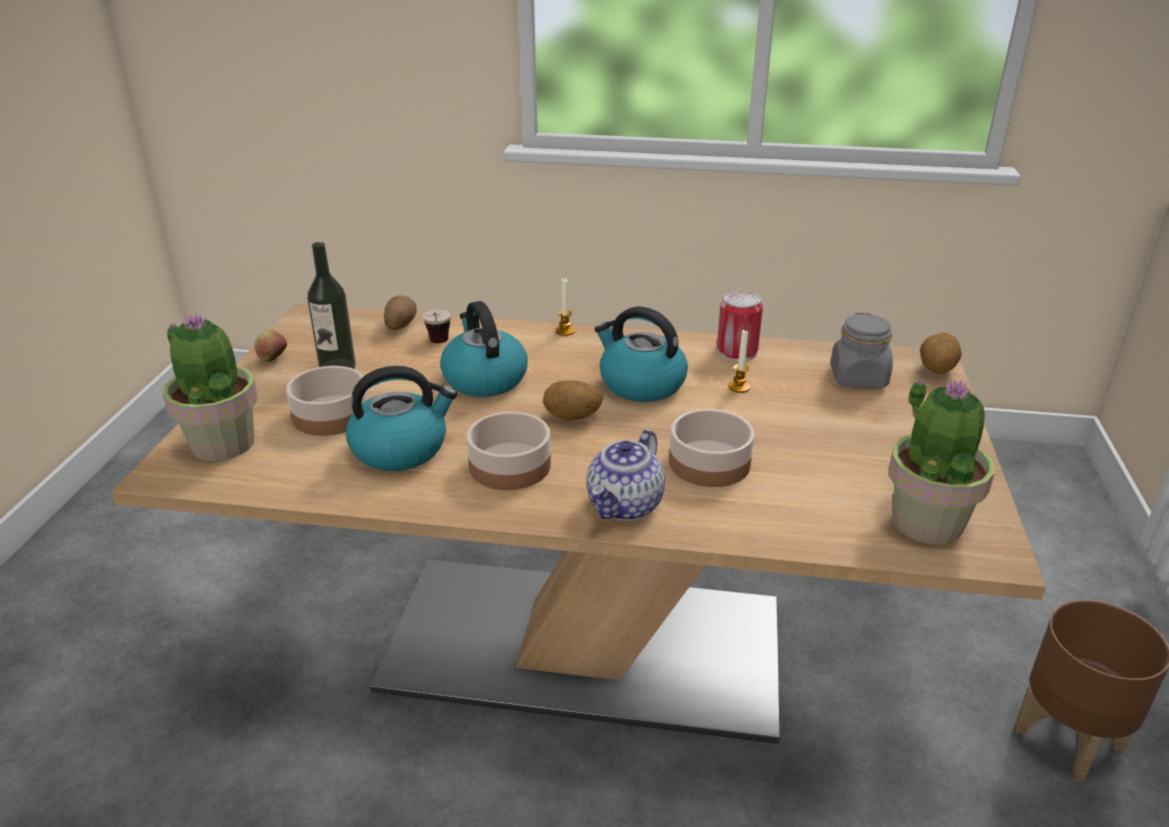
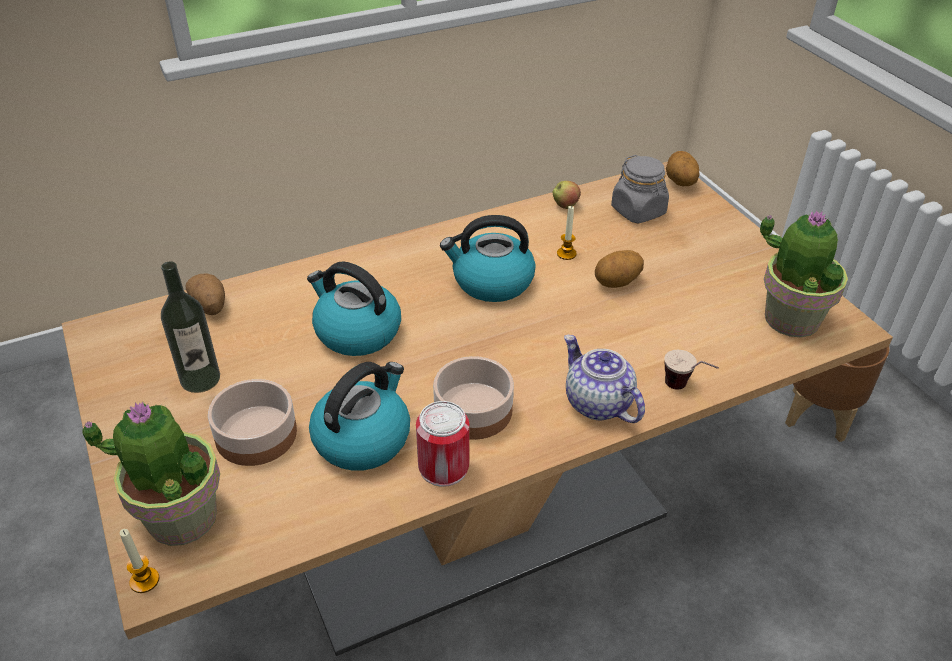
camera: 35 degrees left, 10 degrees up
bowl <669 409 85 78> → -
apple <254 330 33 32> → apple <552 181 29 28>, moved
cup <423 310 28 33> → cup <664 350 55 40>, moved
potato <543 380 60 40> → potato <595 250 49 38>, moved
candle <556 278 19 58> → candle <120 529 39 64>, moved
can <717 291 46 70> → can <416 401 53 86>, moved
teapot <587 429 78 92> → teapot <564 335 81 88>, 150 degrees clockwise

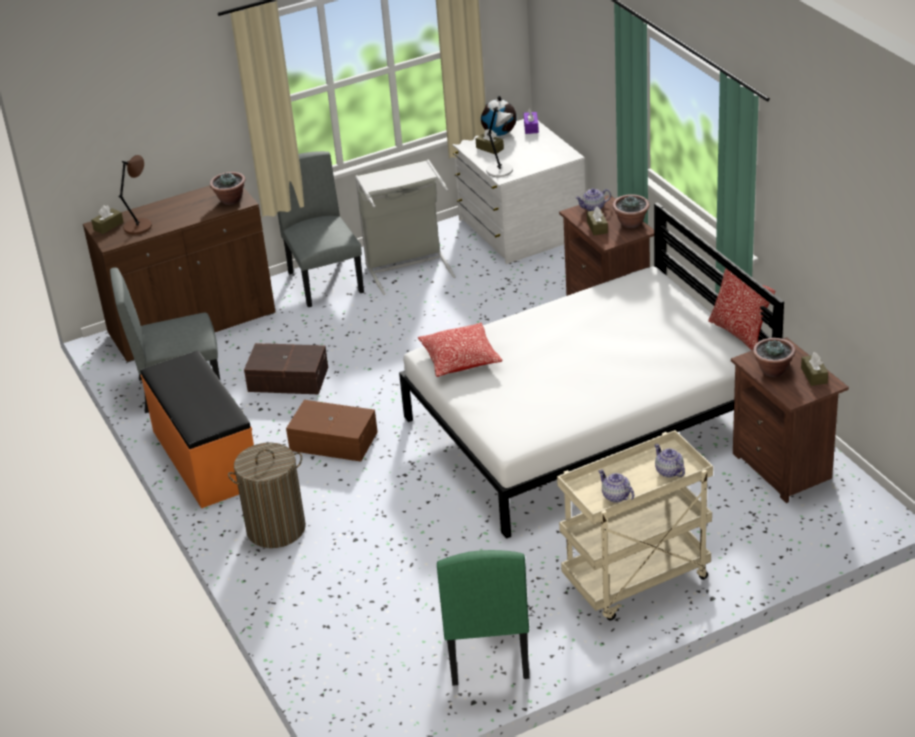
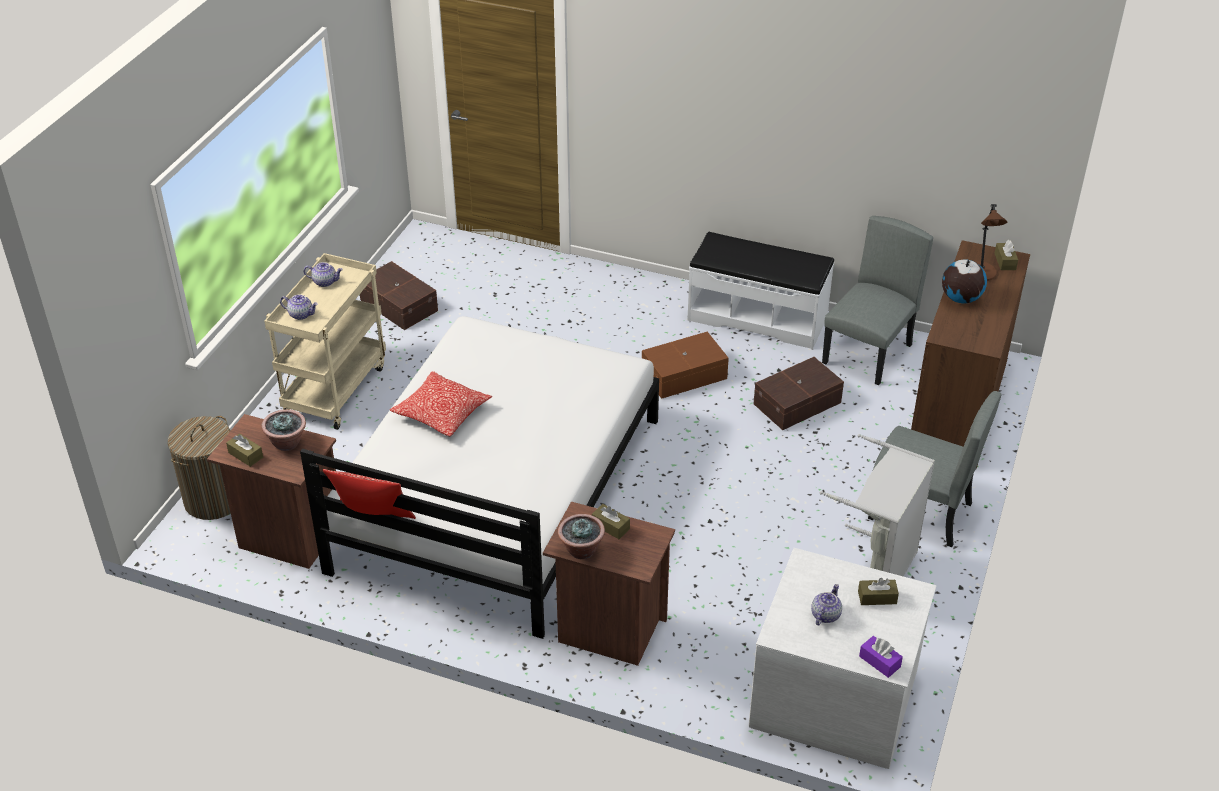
camera: 135 degrees right, 5 degrees up
potted plant <210 172 35 33> → -
table lamp (grey) <486 107 27 70> → -
laundry basket <228 443 78 105> → laundry basket <168 416 63 104>, moved
pillow <418 323 85 54> → pillow <390 371 102 66>, moved
globe <481 96 36 40> → globe <942 259 45 45>, moved
teapot <576 188 35 23> → teapot <811 584 31 41>, moved
chair (green) <437 550 92 136> → storage box (brown) <360 261 78 69>
bench (orange) <141 351 113 157> → bench (white) <687 232 147 117>

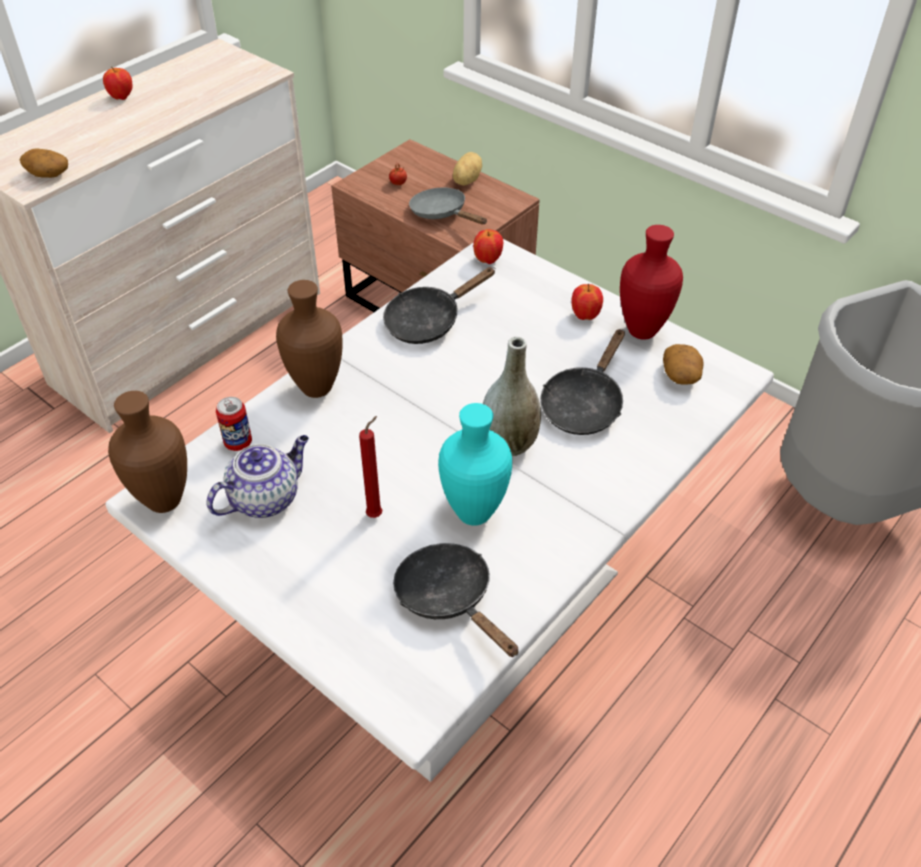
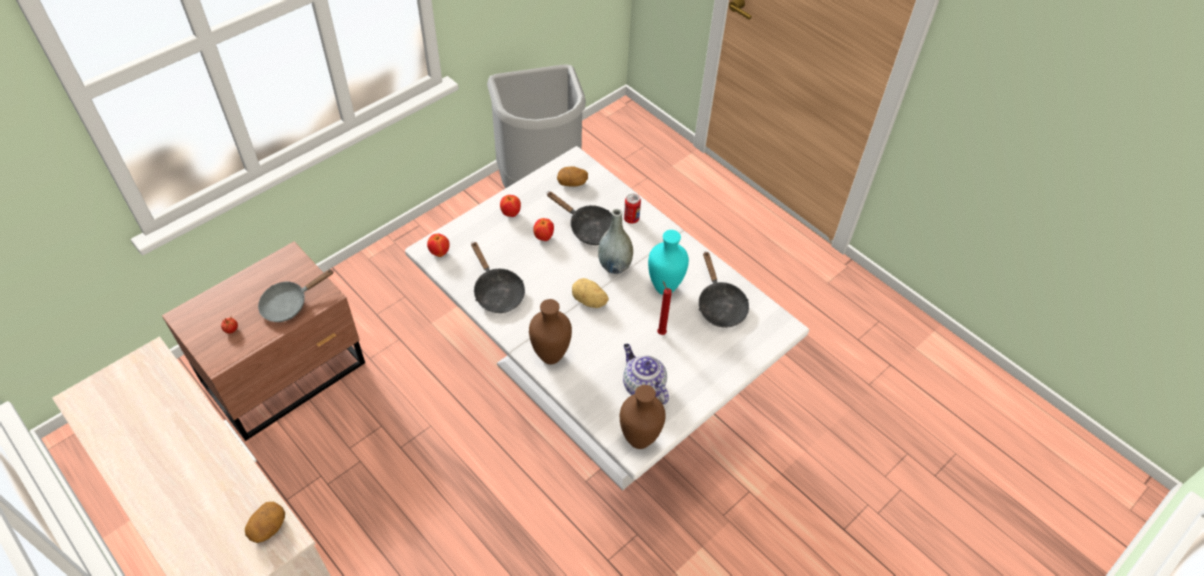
camera: 85 degrees left, 5 degrees up
vase (red) <620 225 63 114> → -
apple <103 66 29 34> → apple <533 218 21 23>, moved
can <216 397 36 54> → can <624 194 17 30>, moved
potato <453 152 29 34> → potato <572 278 37 30>, moved
frying pan (black) <393 543 126 114> → frying pan (black) <699 251 50 77>, 75 degrees counterclockwise

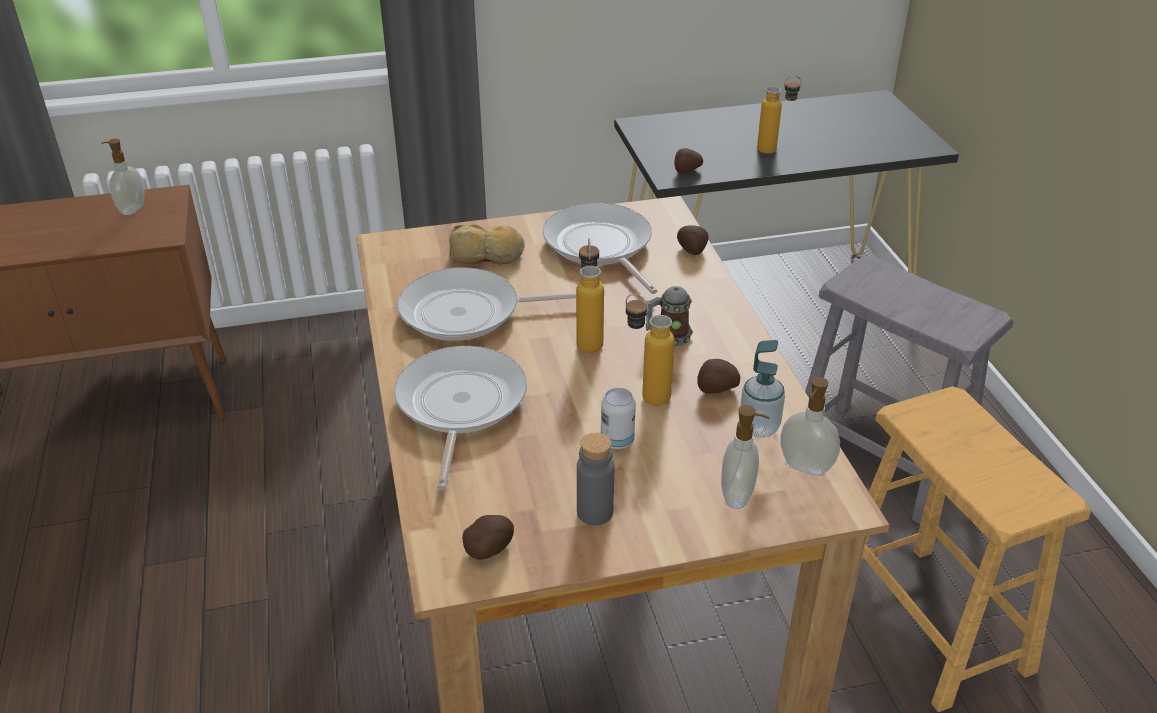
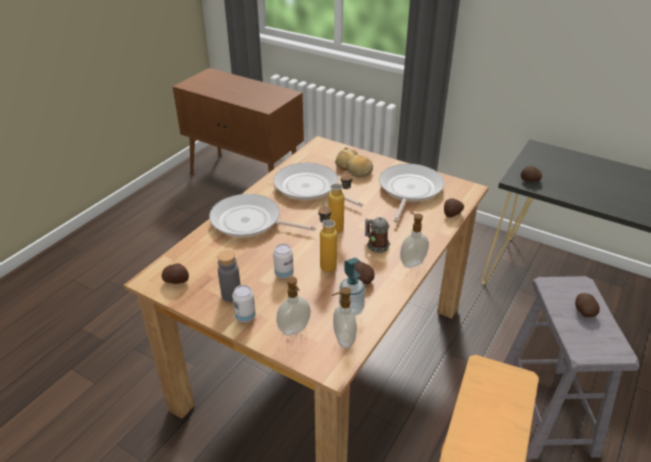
camera: 45 degrees right, 0 degrees up
bottle <757 76 45 78> → -
- → can <232 285 24 37>
- → potato <575 293 25 24>
soap dispenser <101 139 43 76> → soap dispenser <400 212 29 56>, moved
frying pan <394 346 133 144> → frying pan <209 194 107 43>, 120 degrees counterclockwise

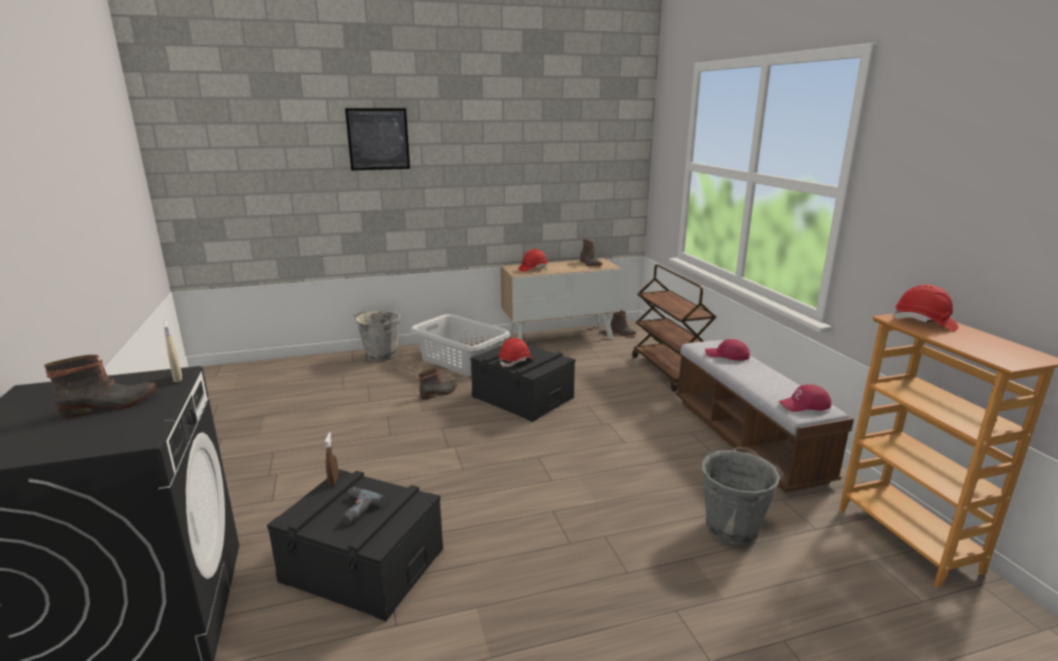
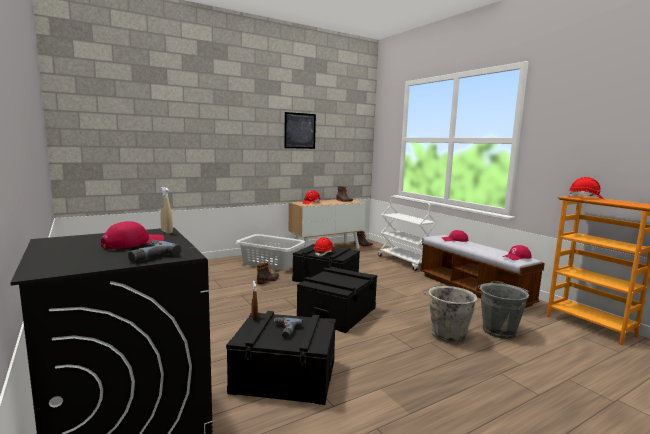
camera: 15 degrees left, 10 degrees down
- → power drill <128 240 54 23>
- → storage box (black) <297 267 80 66>
picture <345 108 65 63> → picture <284 112 32 37>, moved
bucket (grey) <354 310 47 51> → bucket (grey) <423 285 54 59>, moved
boot <44 355 112 63> → cap (red) <101 221 63 29>
cart (brown) <632 264 84 127> → cart (white) <378 196 59 75>

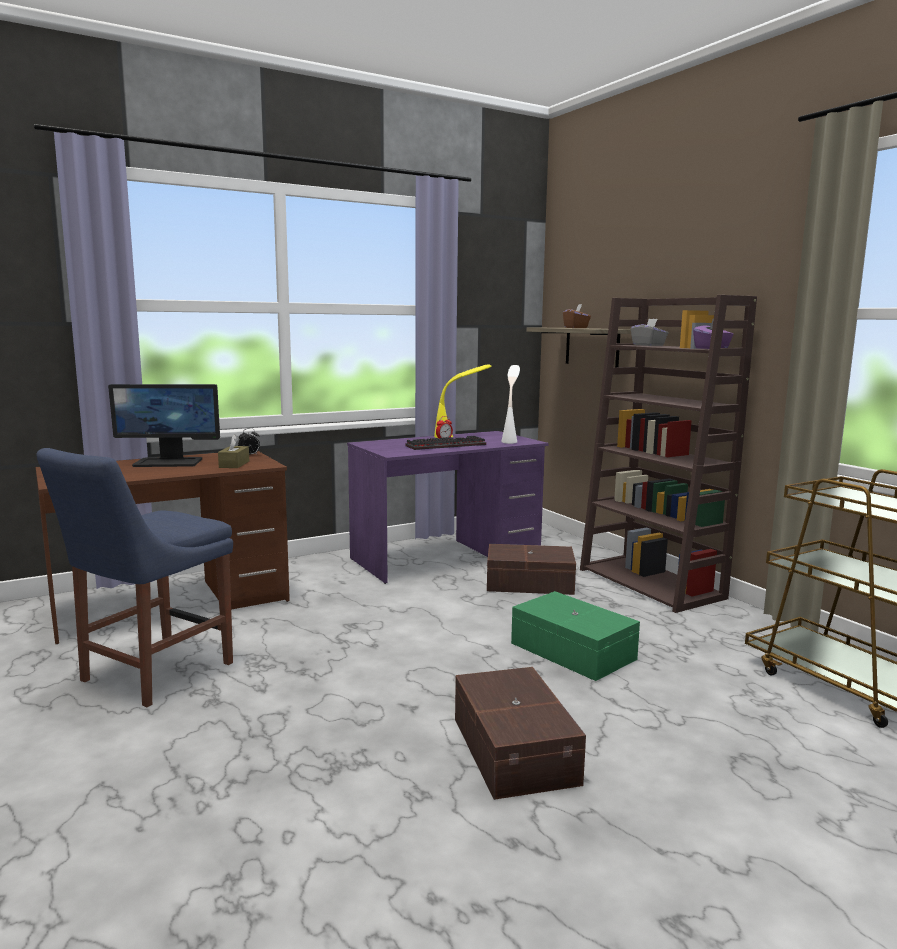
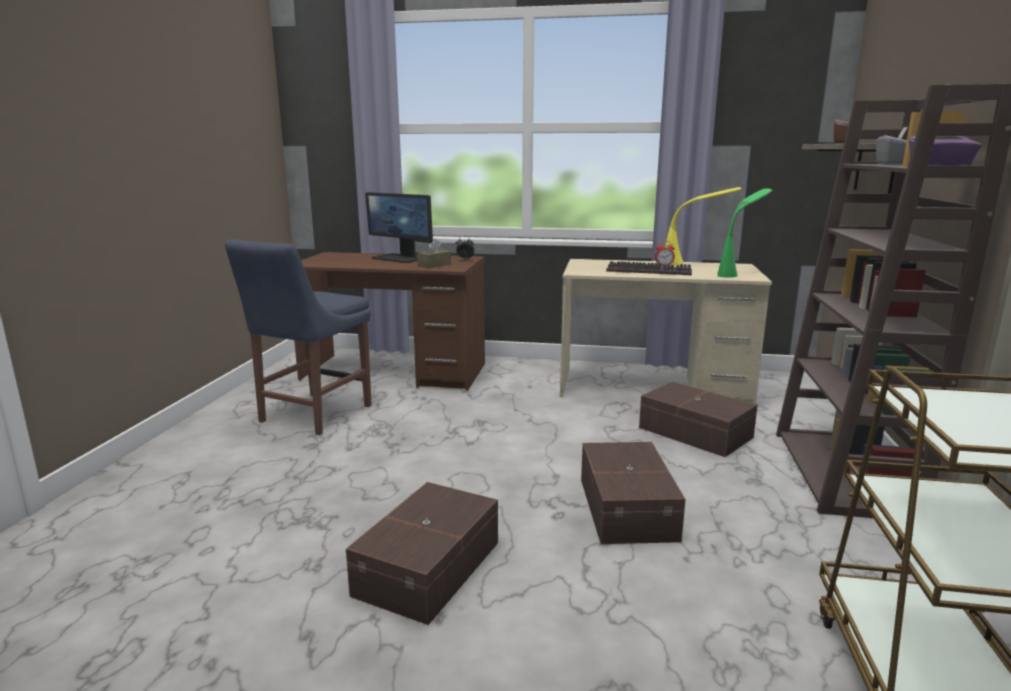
camera: 40 degrees right, 5 degrees up
desk (purple) <347 431 202 153> → desk (beige) <560 259 212 145>
table lamp (white) <501 365 19 79> → table lamp (green) <717 188 56 90>
storage box (green) <511 591 129 90> → storage box (brown) <581 442 105 102>
chair (blue) <37 448 196 259> → chair (blue) <225 239 147 196>, 45 degrees counterclockwise

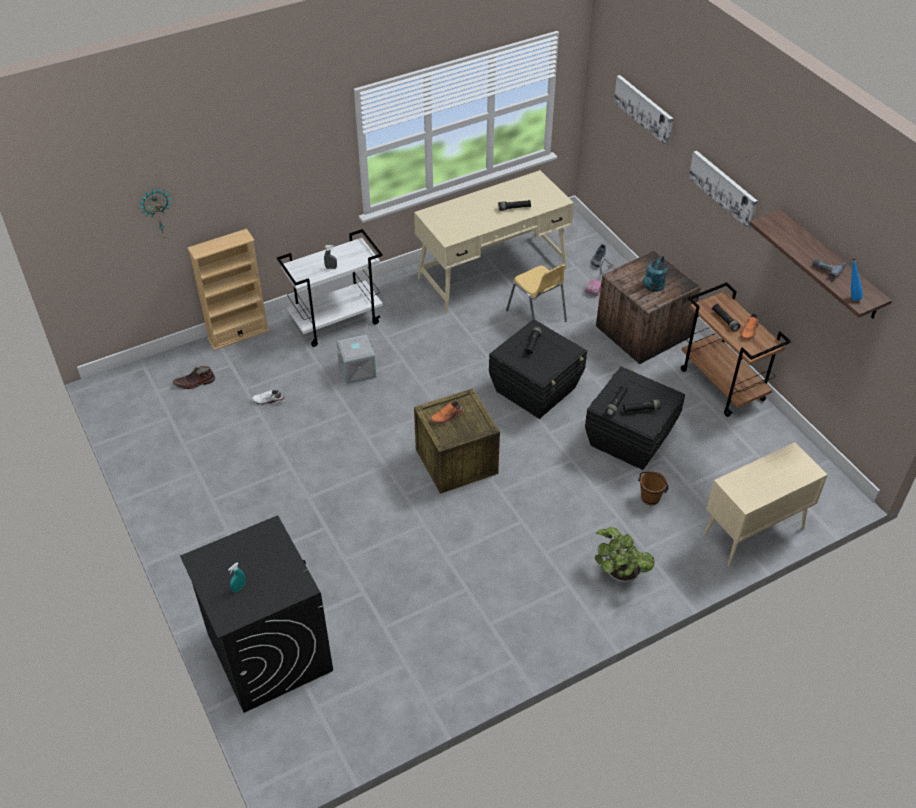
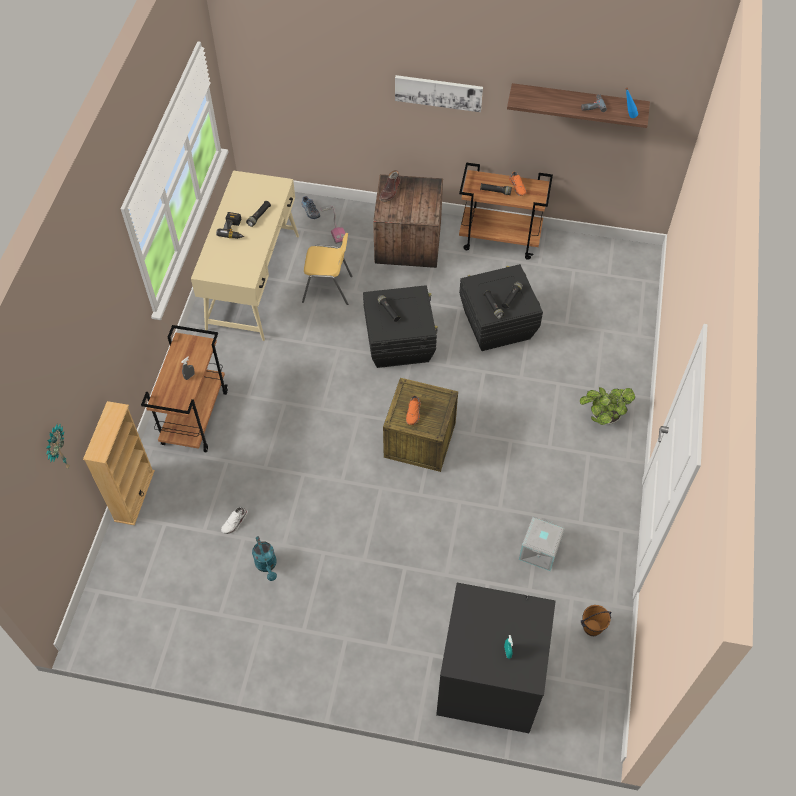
camera: 50 degrees left, 10 degrees up
picture <614 75 59 71> → -
cabinet (beige) <703 443 125 123> → -
- → power drill <216 212 28 27>
boot (brown) <173 366 42 23> → boot (brown) <379 170 22 32>, moved
storage box (grey) <336 335 41 49> → storage box (grey) <519 517 46 54>, moved
bucket (brown) <638 471 31 34> → bucket (brown) <581 605 30 31>, moved
watering can (turquoise) <643 255 24 37> → watering can (turquoise) <252 536 25 45>, moved
cart (white) <277 229 106 118> → cart (brown) <141 325 87 127>

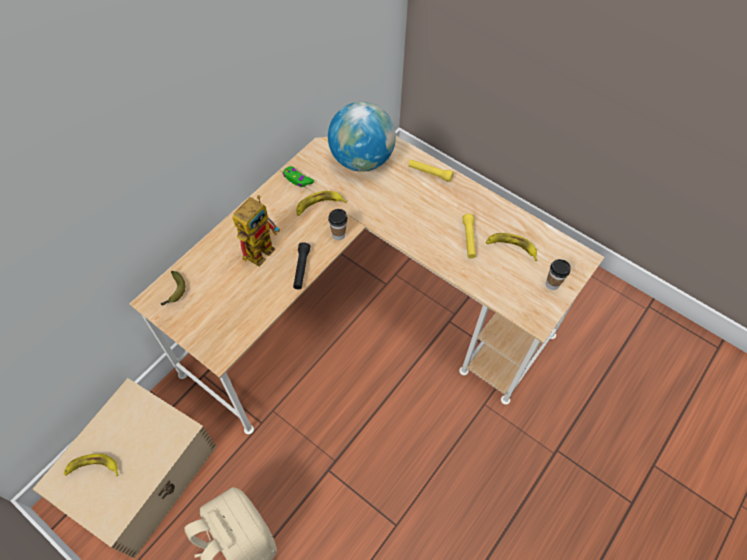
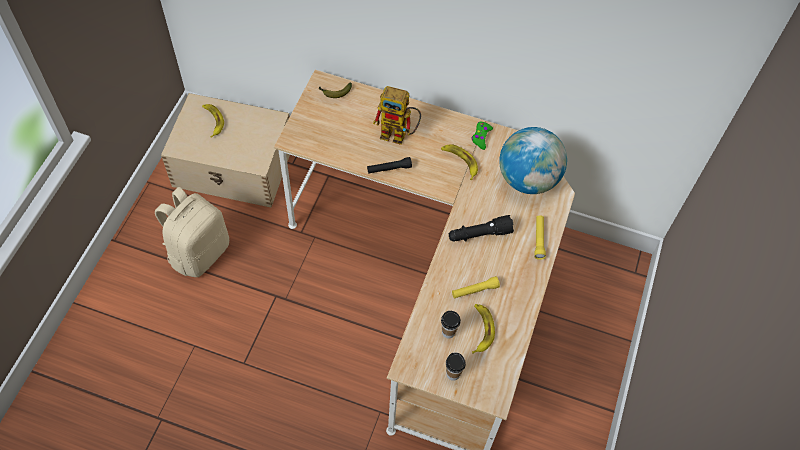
camera: 70 degrees right, 0 degrees up
- → flashlight (black) <449 215 65 27>
cup <328 209 19 31> → cup <441 311 20 28>, moved

